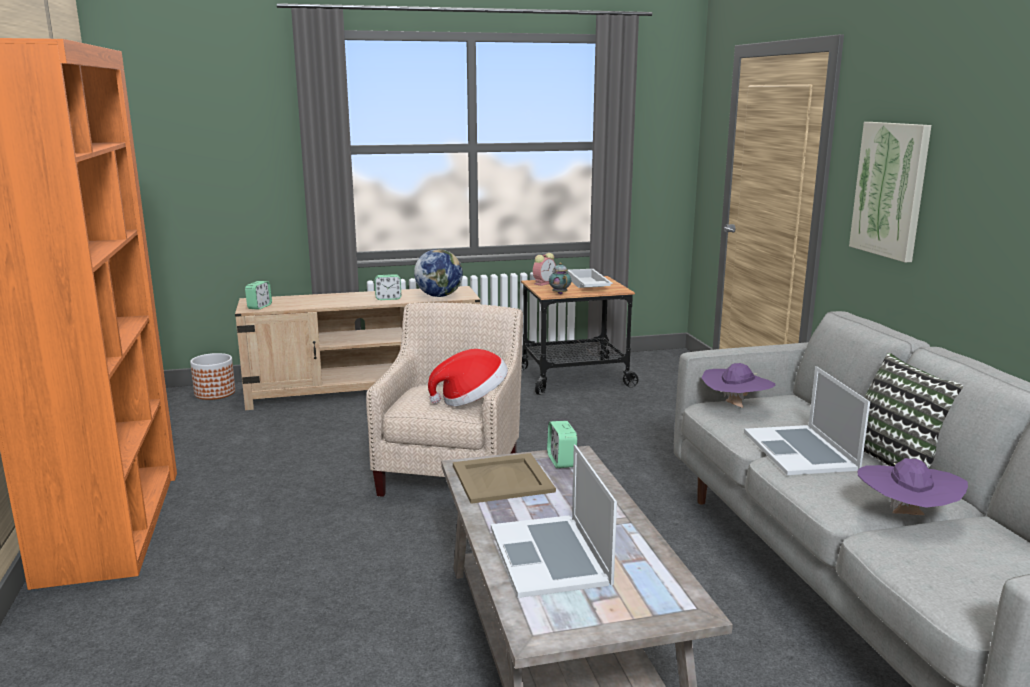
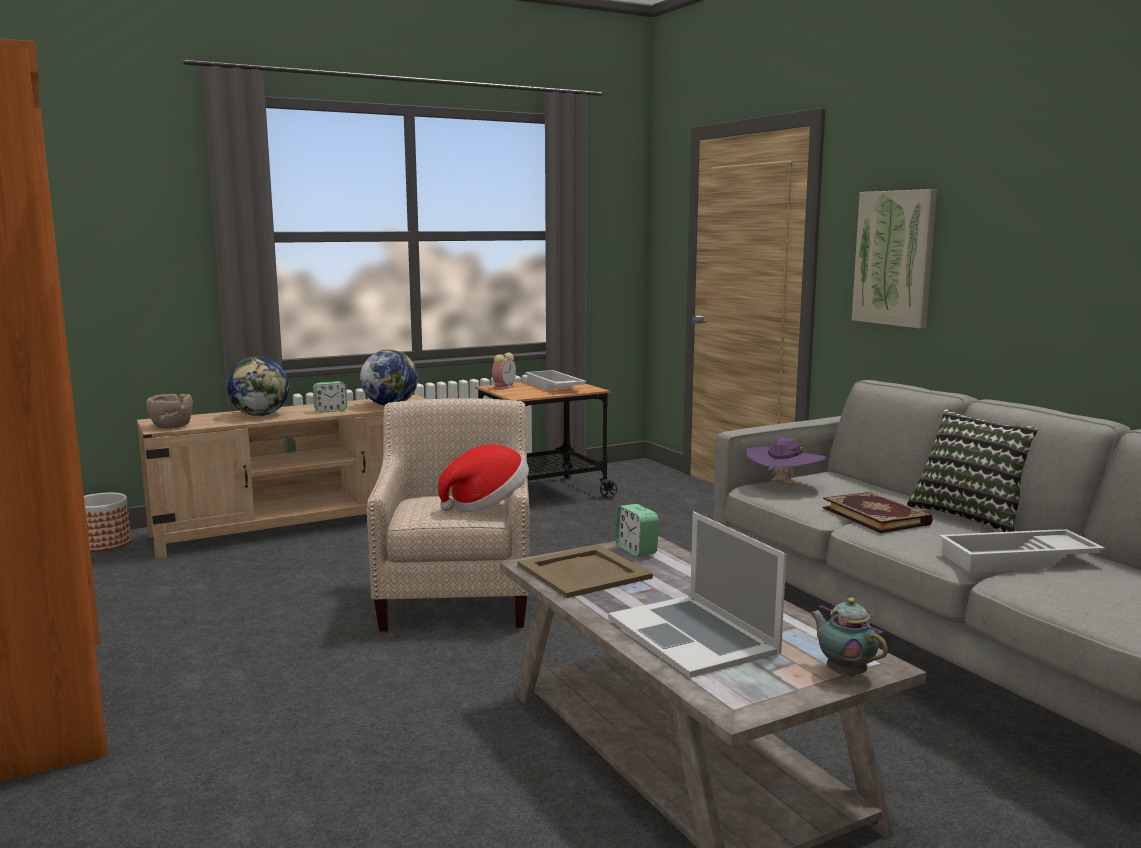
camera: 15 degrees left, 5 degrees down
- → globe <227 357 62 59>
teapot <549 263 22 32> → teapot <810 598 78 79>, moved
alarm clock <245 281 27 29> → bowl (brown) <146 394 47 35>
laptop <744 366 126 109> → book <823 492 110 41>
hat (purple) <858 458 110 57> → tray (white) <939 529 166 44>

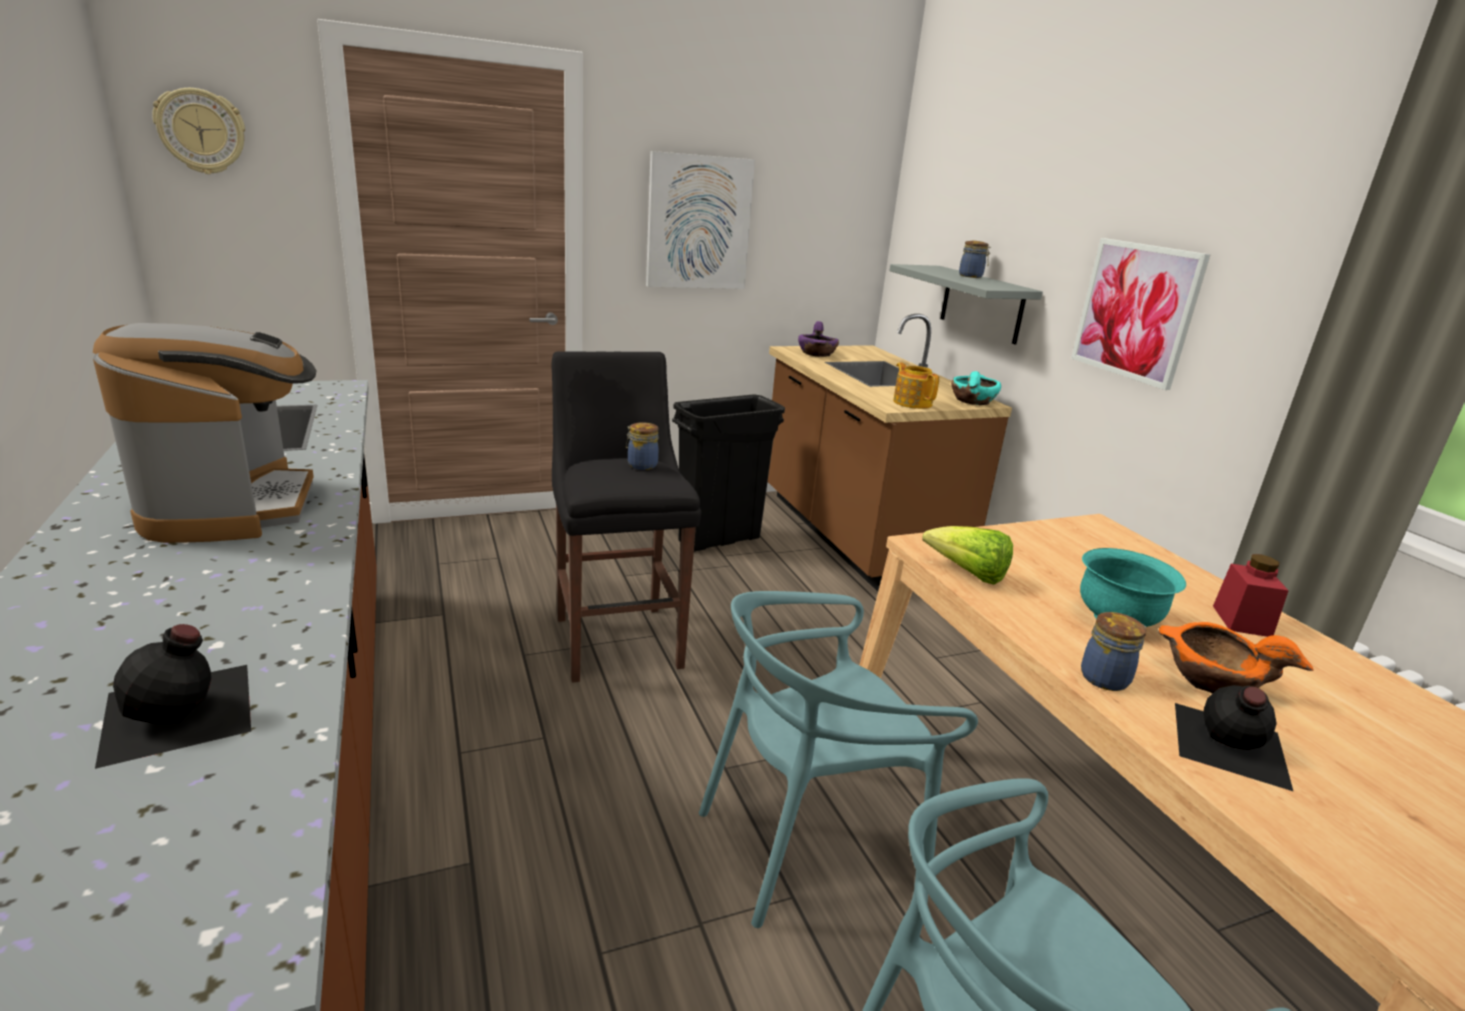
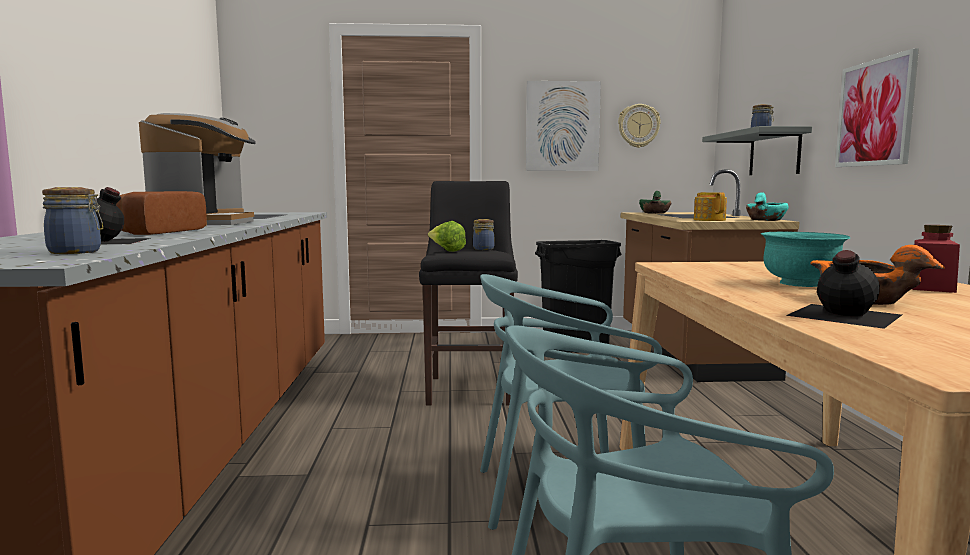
camera: 20 degrees right, 15 degrees down
- → bread <116 191 91 44>
wall clock <152 88 93 86> → wall clock <618 104 43 44>, moved
lettuce <922 526 91 59> → lettuce <428 221 38 31>, moved
jar <1081 612 65 79> → jar <42 187 61 67>, moved
bowl (purple) <798 321 41 36> → bowl (green) <639 191 32 23>

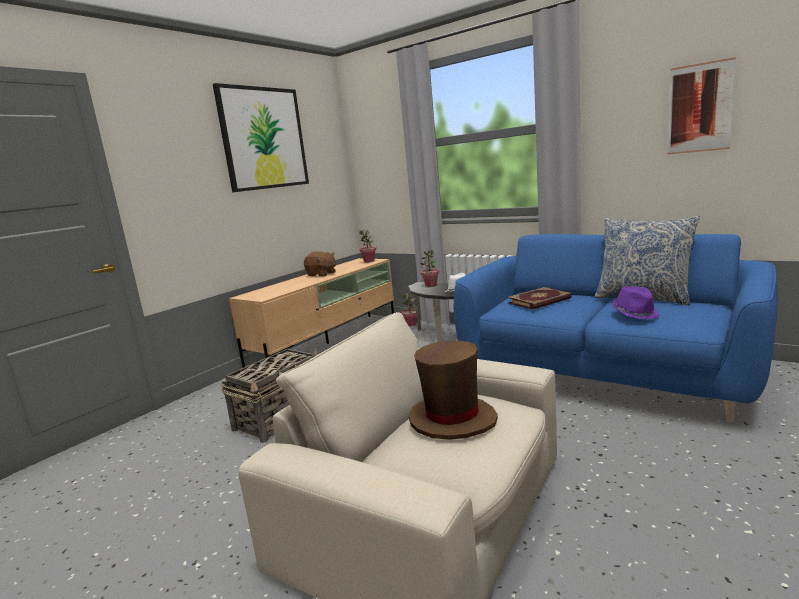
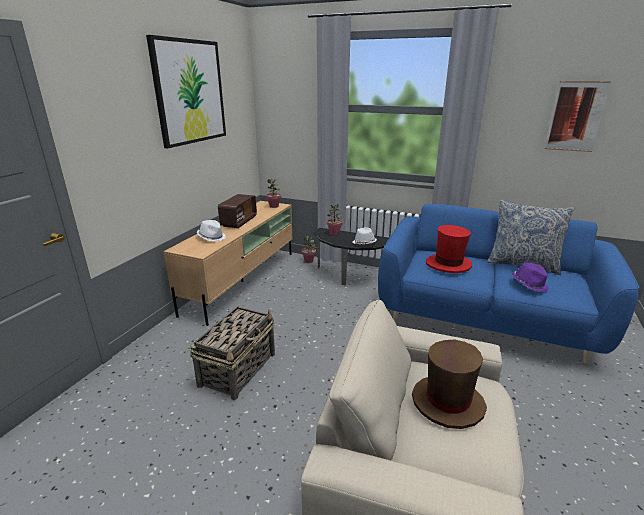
camera: 15 degrees left, 10 degrees up
- → hat (white) <197 220 29 22>
plush toy (brown) <304 251 32 25> → radio <218 194 39 34>
book <507 287 65 23> → hat (red) <426 225 46 48>

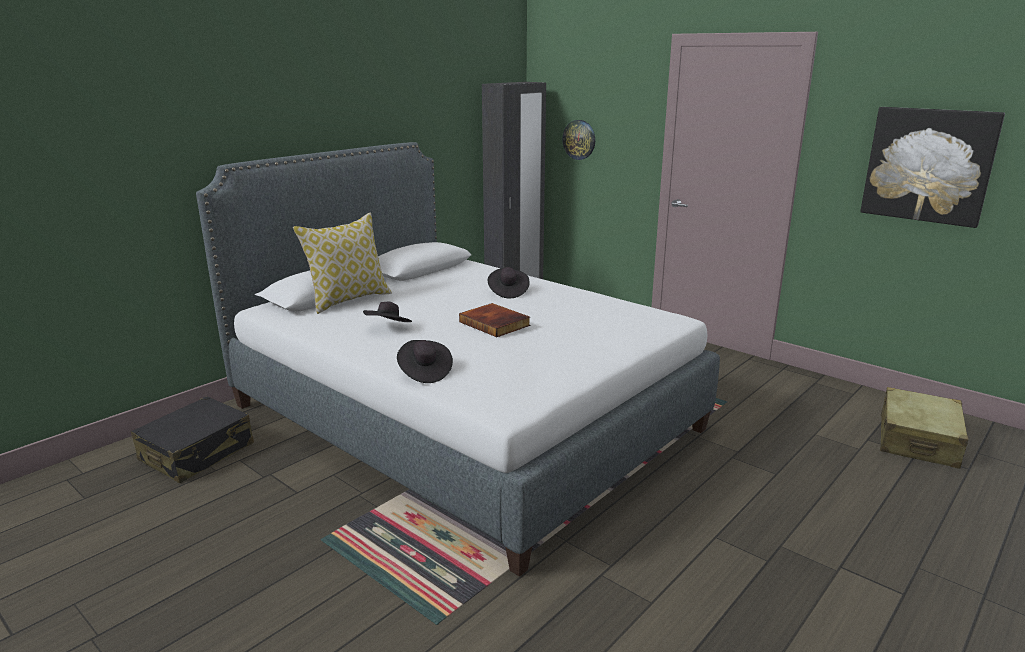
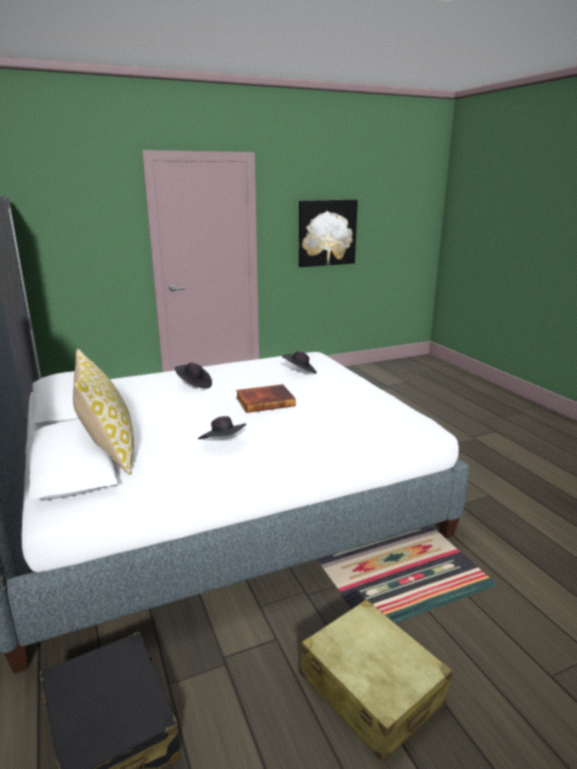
camera: 65 degrees left, 0 degrees up
wall clock <562 120 33 40> → -
hat (black) <397 340 56 43> → hat (black) <282 351 35 22>, moved
suitcase (beige) <880 387 89 82> → suitcase (beige) <300 599 152 164>, moved

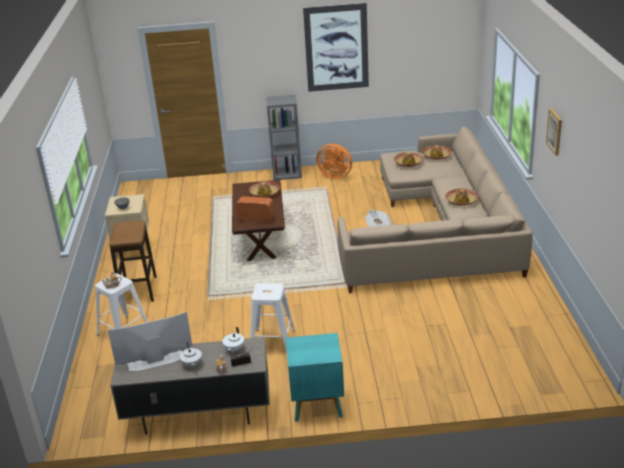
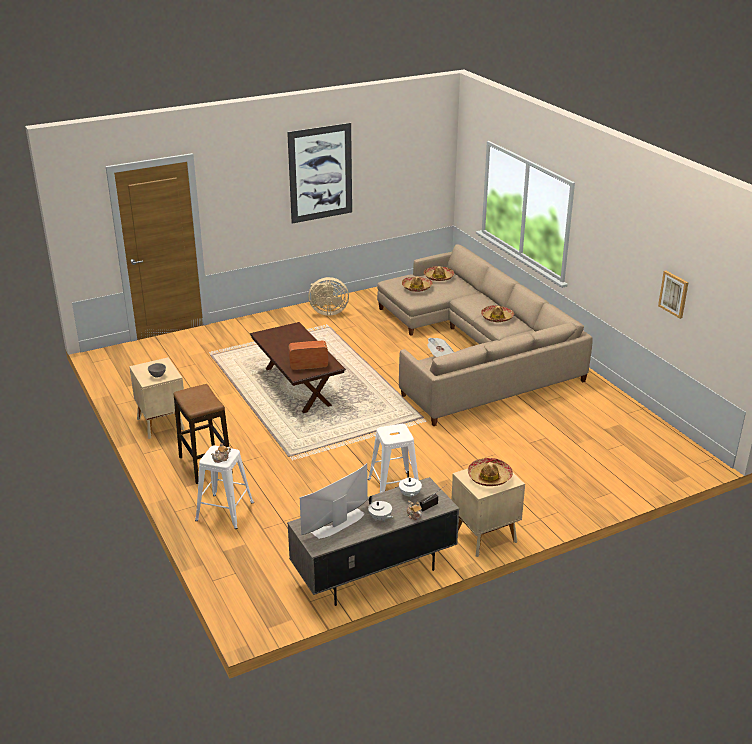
camera: 25 degrees left, 0 degrees up
bookcase (grey) <266 95 36 85> → -
hat <249 181 31 16> → hat <468 458 45 28>, moved
picture <546 108 16 48> → picture <658 271 31 48>, moved
nightstand (turquoise) <286 333 58 89> → nightstand (beige) <451 469 74 88>
fan (orange) <316 144 36 35> → fan (beige) <308 277 41 39>

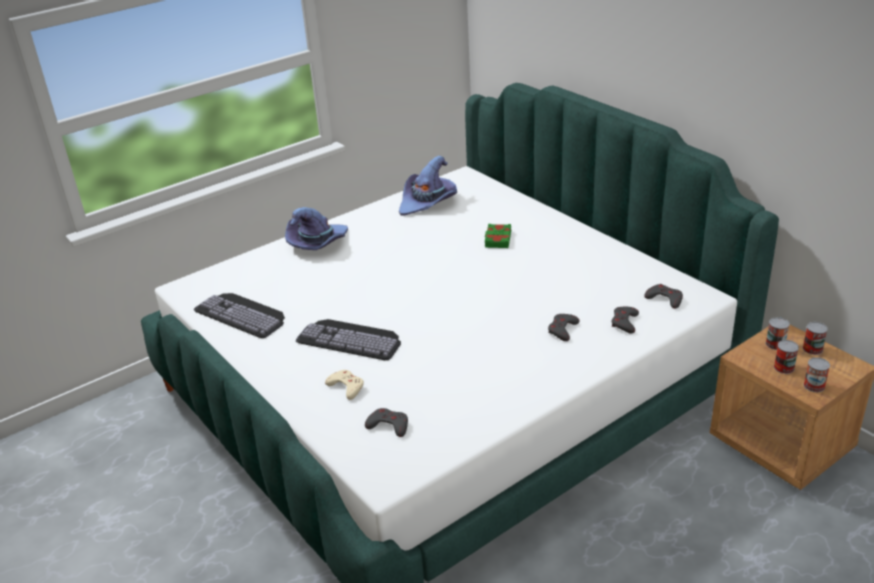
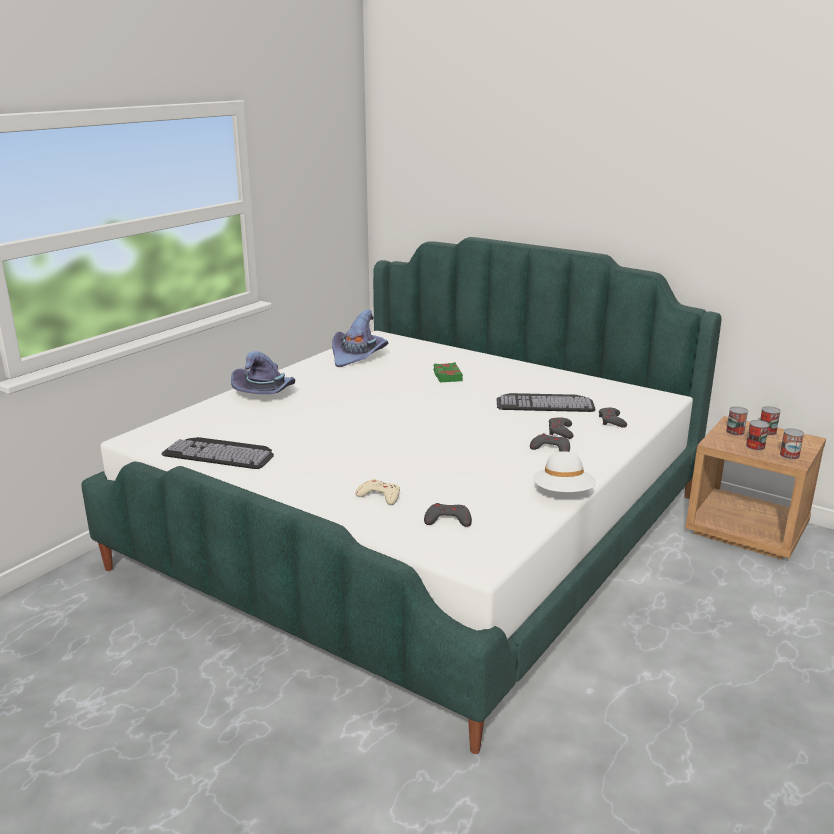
camera: 20 degrees left, 10 degrees down
- → hat (white) <533 451 63 41>
keyboard <296 319 105 41> → keyboard <497 393 99 19>, moved
game controller (grey) <644 284 39 25> → game controller (grey) <530 433 40 19>, moved

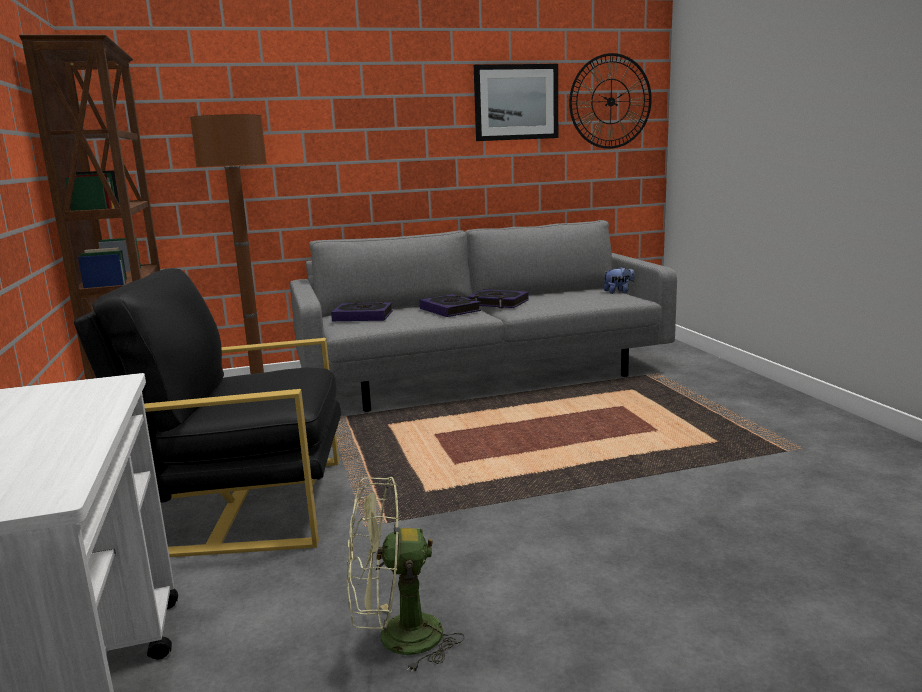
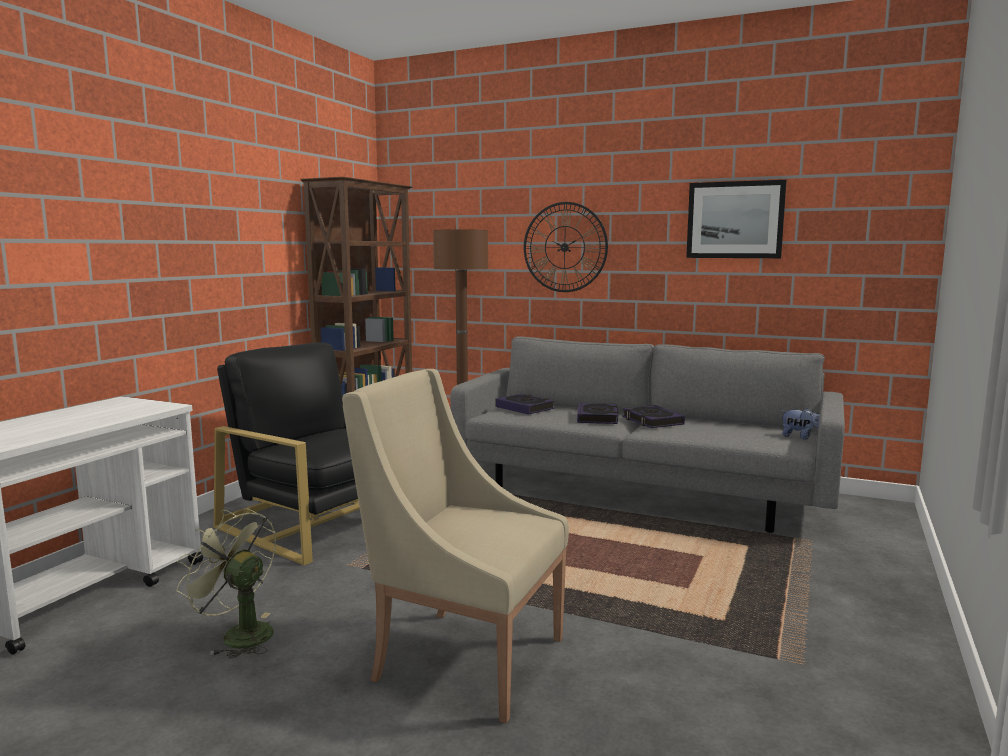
camera: 40 degrees right, 5 degrees down
- → armchair (beige) <342 369 227 354>
wall clock <569 53 83 96> → wall clock <524 202 84 90>, moved

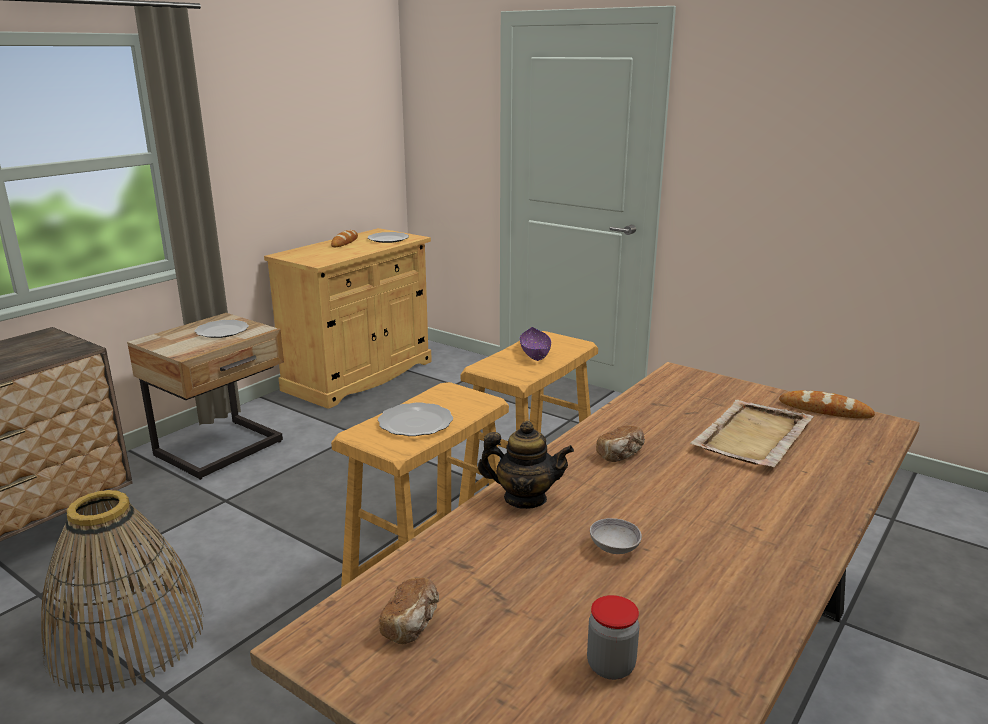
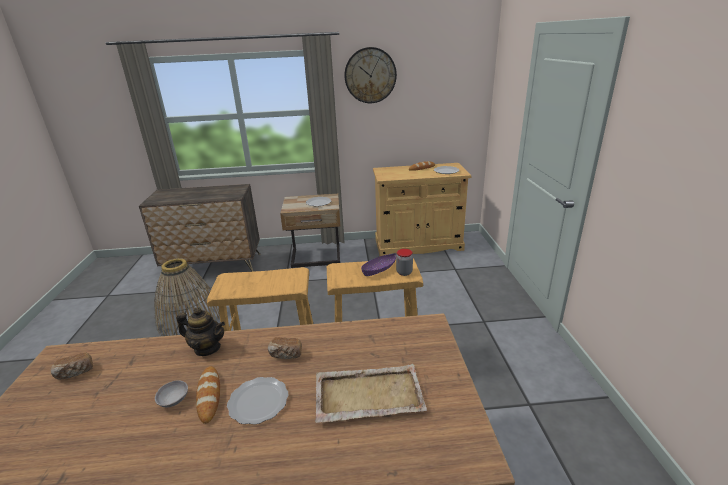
camera: 50 degrees right, 5 degrees up
- → wall clock <344 47 53 56>
plate <378 402 75 34> → plate <227 377 61 48>, moved
jar <587 595 52 85> → jar <396 249 17 27>, moved
bread <779 390 96 29> → bread <196 366 24 58>, moved
teapot <478 421 96 88> → teapot <176 307 49 49>, 45 degrees counterclockwise

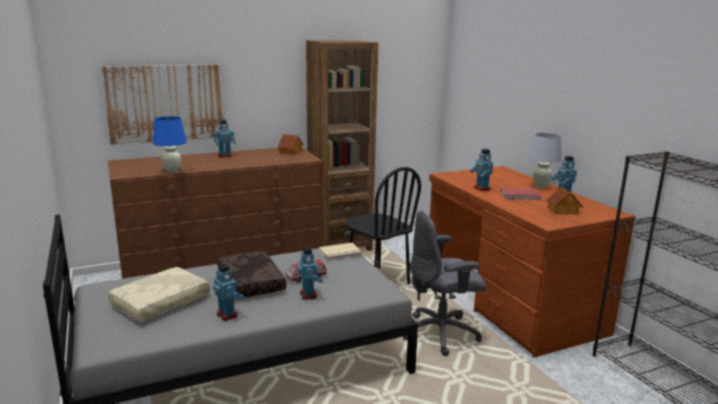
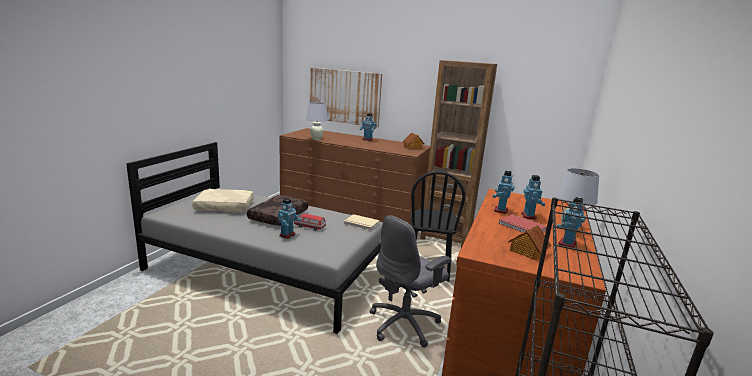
camera: 45 degrees right, 0 degrees up
toy robot <213 264 32 57> → toy robot <521 175 24 44>, moved
table lamp (blue) <153 116 34 57> → table lamp (white) <306 102 22 38>
office chair (grey) <403 211 83 145> → office chair (grey) <370 215 82 133>, 75 degrees counterclockwise

